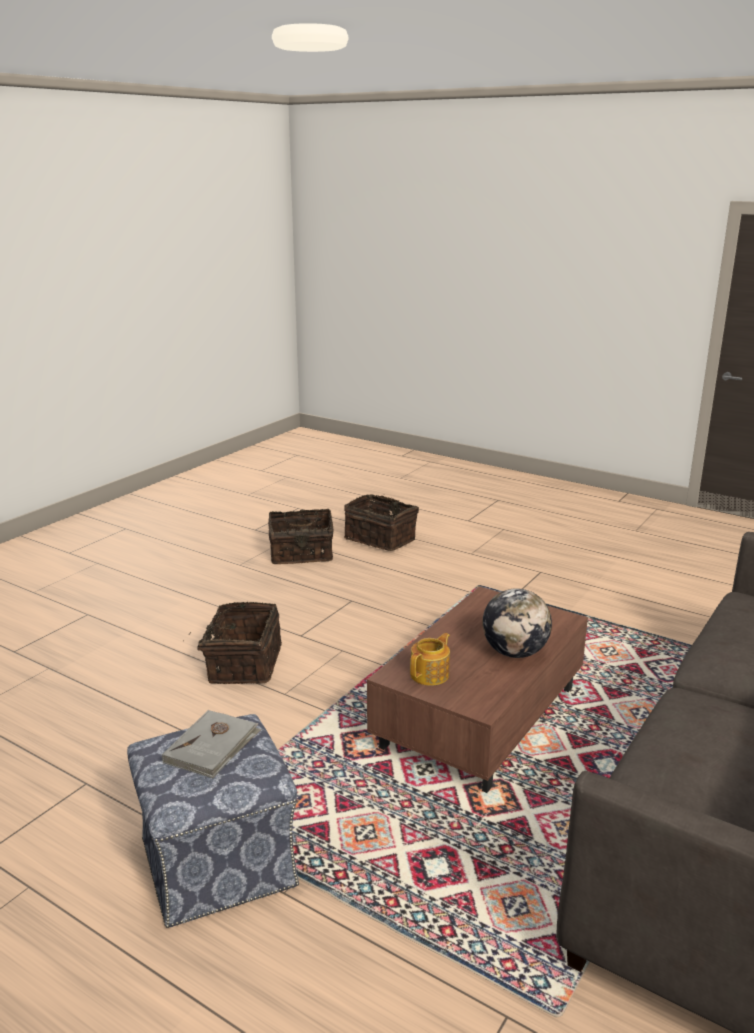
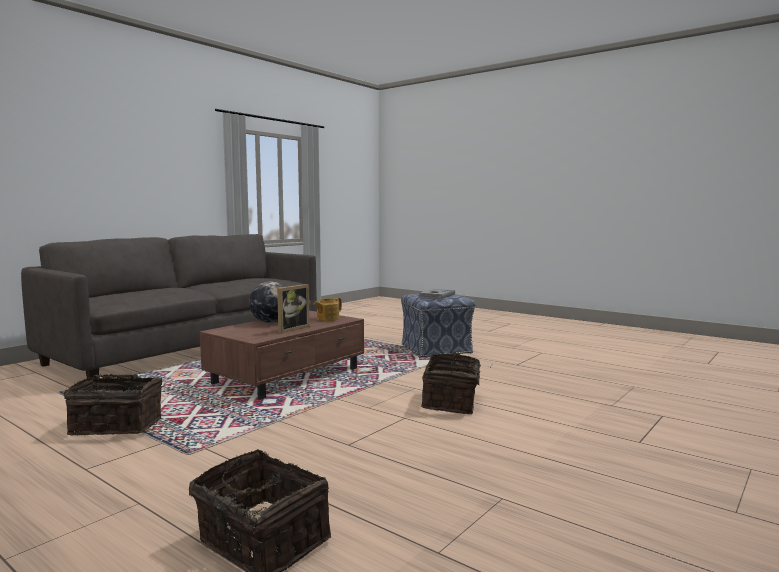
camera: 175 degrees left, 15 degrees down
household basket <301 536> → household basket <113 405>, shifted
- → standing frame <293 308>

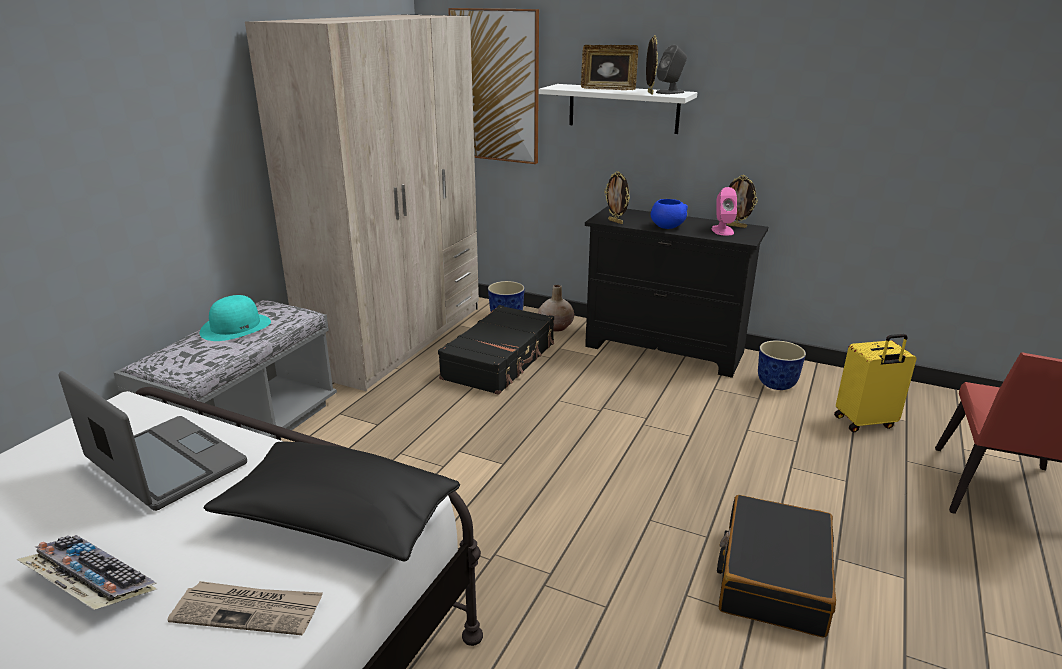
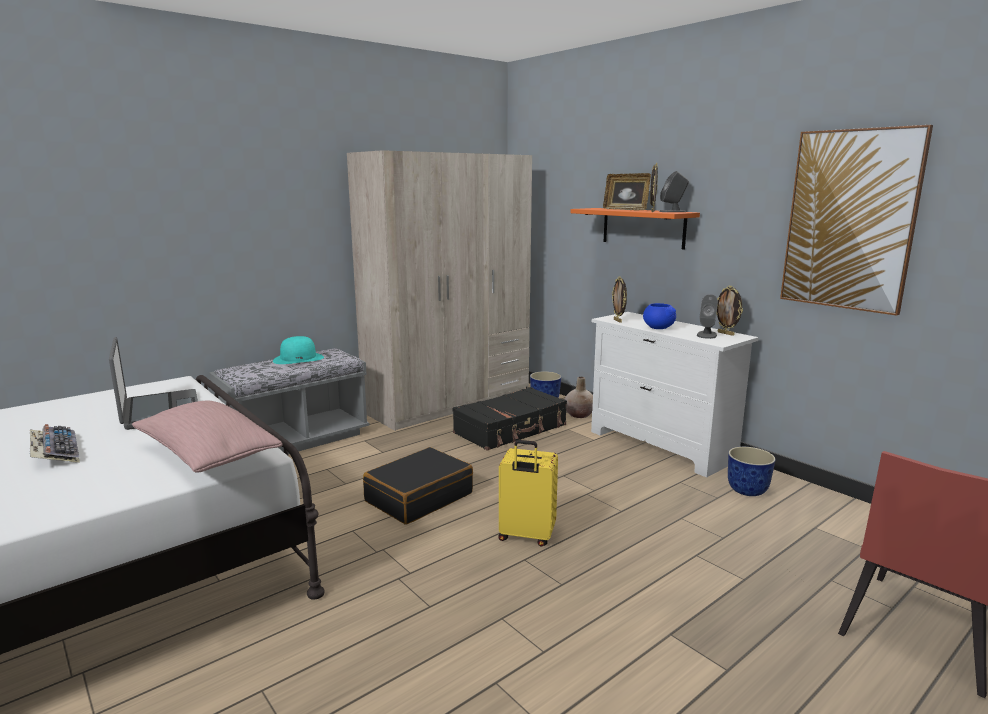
camera: 25 degrees right, 10 degrees down
daily paper <245 608> → -
black throw pillow <331 501> → pink-coloured throw pillow <207 437>
wall art <493 86> → wall art <856 220>, shifted
white-coloured shelf <618 109> → orange shelf <635 229>
black dresser <676 292> → white-coloured dresser <675 394>
pink-coloured speaker <724 211> → grey speaker <707 316>
black suitcase <776 566> → black suitcase <418 486>, shifted
yellow-coloured suitcase <875 383> → yellow-coloured suitcase <528 493>, shifted

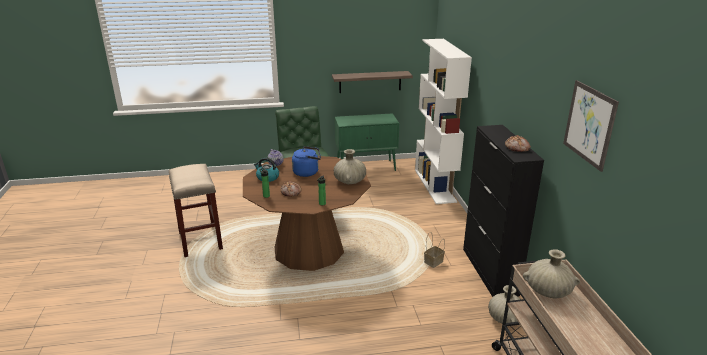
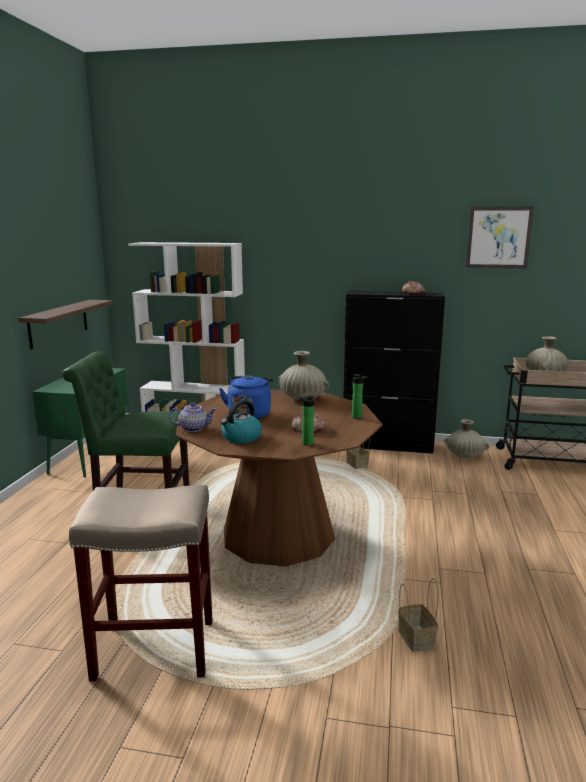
camera: 70 degrees left, 10 degrees down
- → household basket <418 614>

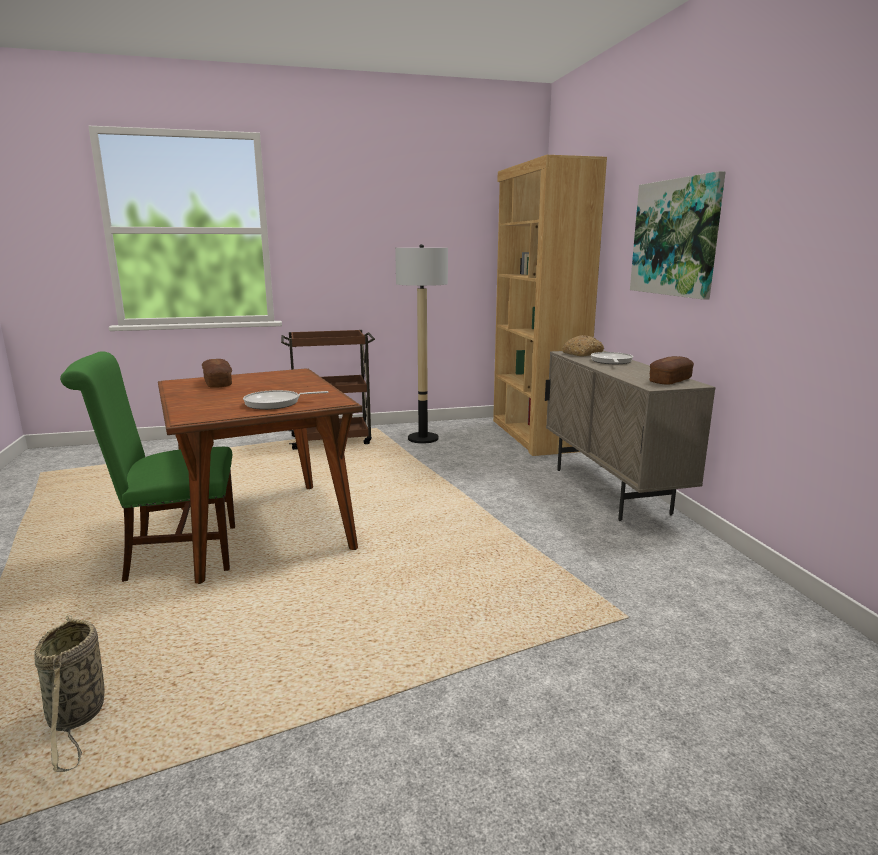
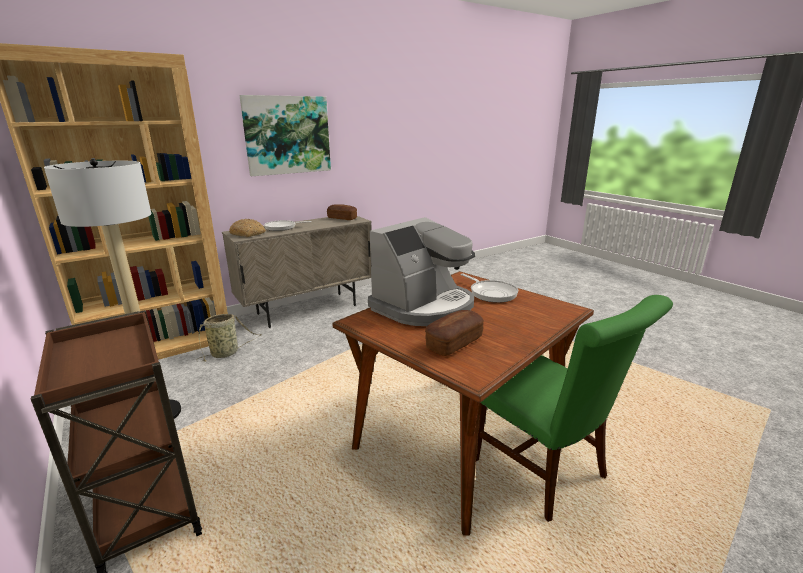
camera: 110 degrees left, 5 degrees up
household basket <69 694> → household basket <228 338>, shifted
- → coffee machine <421 271>

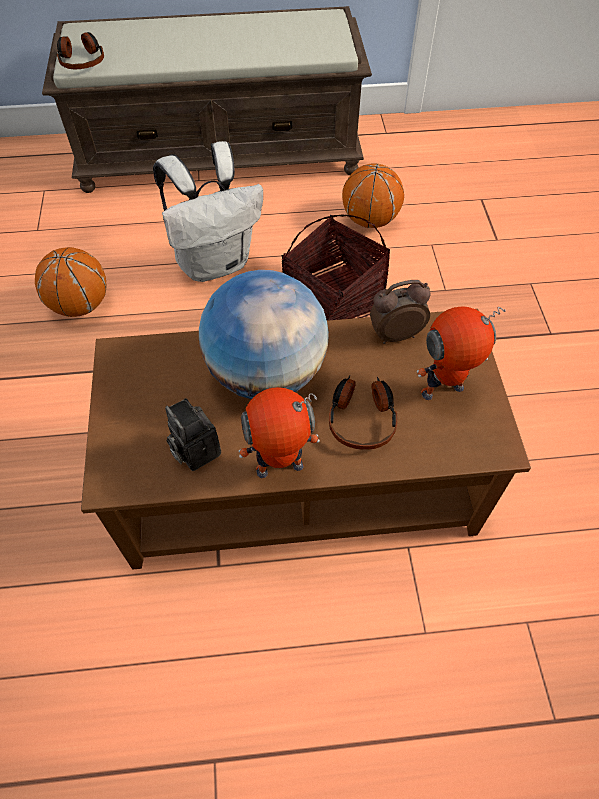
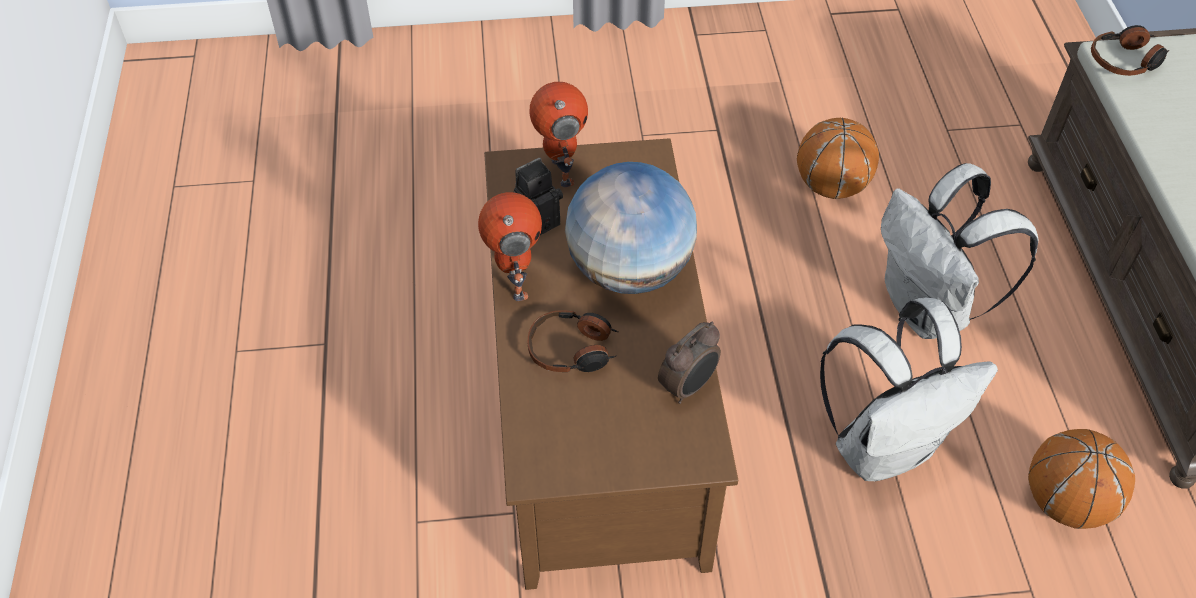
camera: 90 degrees right, 5 degrees down
household basket <335 267> → white-coloured backpack <909 389>
table clock <400 312> → table clock <689 363>, 60 degrees clockwise
model robot <461 353> → model robot <558 134>, shifted

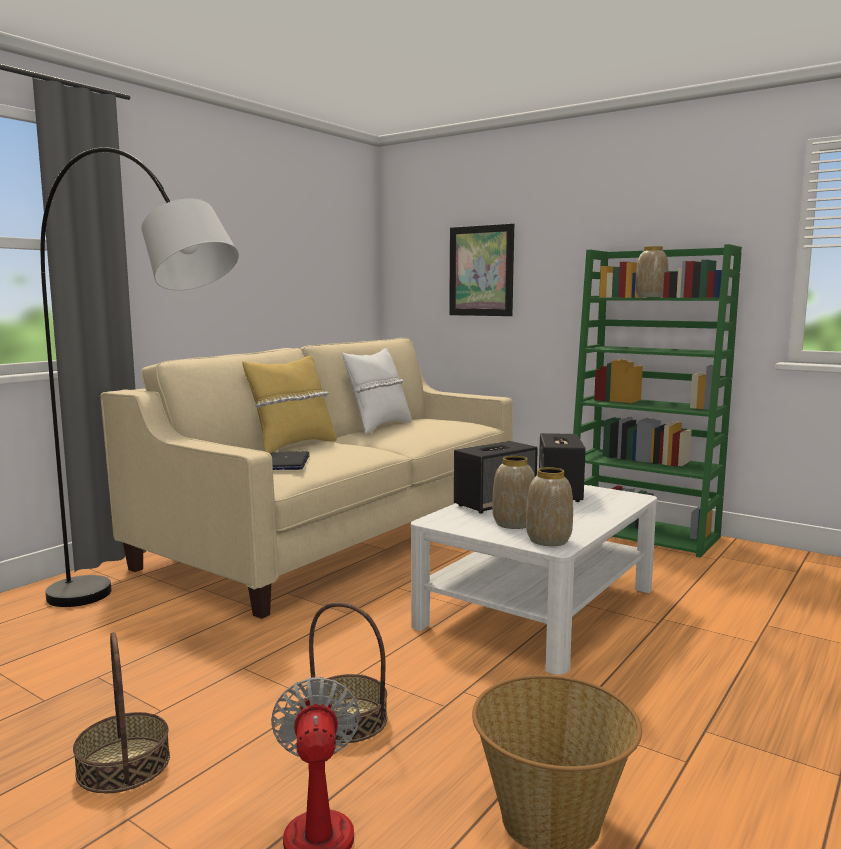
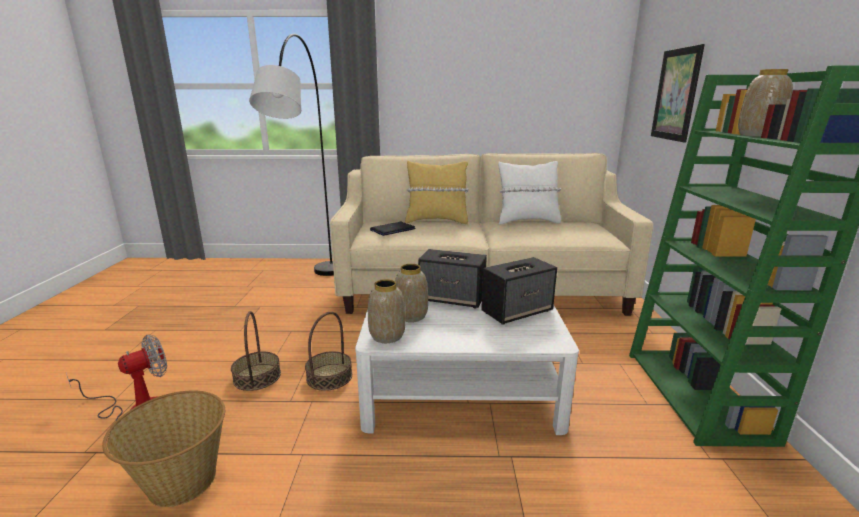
camera: 55 degrees right, 10 degrees up
household basket <121 712> → household basket <328 351>, shifted

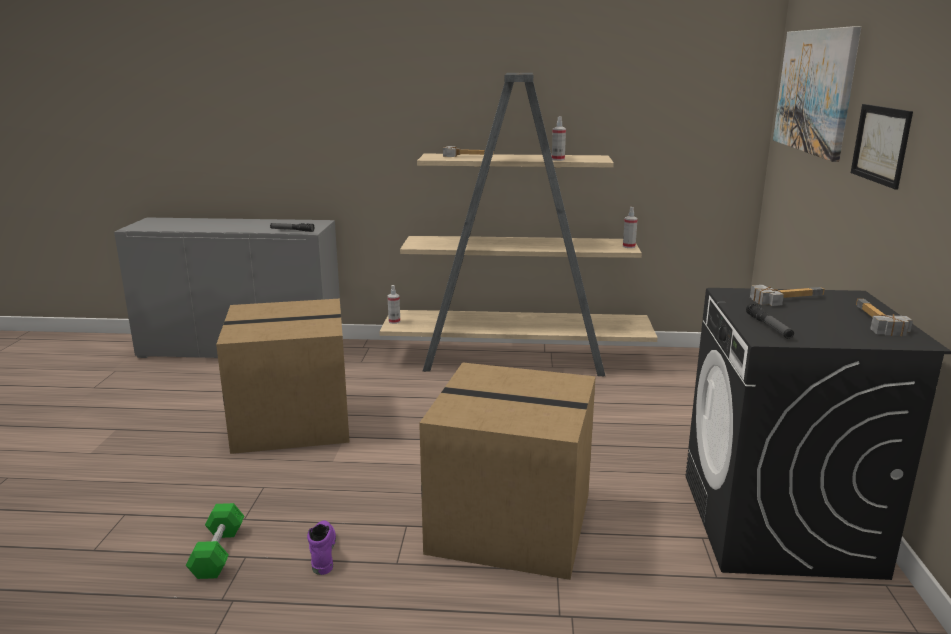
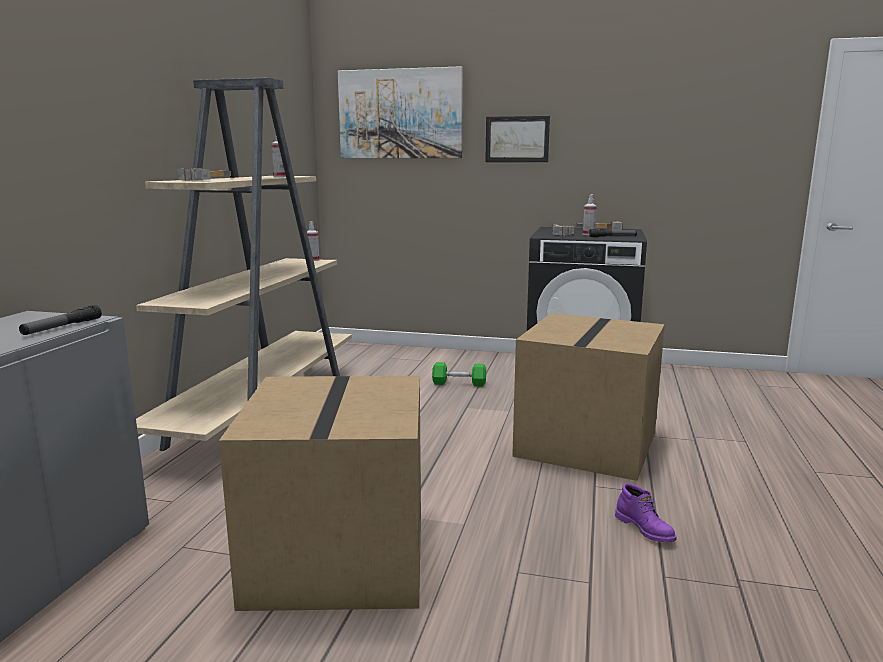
camera: 80 degrees left, 5 degrees down
greenish dumbbell <214 541> → greenish dumbbell <459 374>, shifted
purple-coloured tall boot <321 547> → purple-coloured tall boot <645 512>, 120 degrees counterclockwise
sprayer <393 304> → sprayer <590 214>, shifted

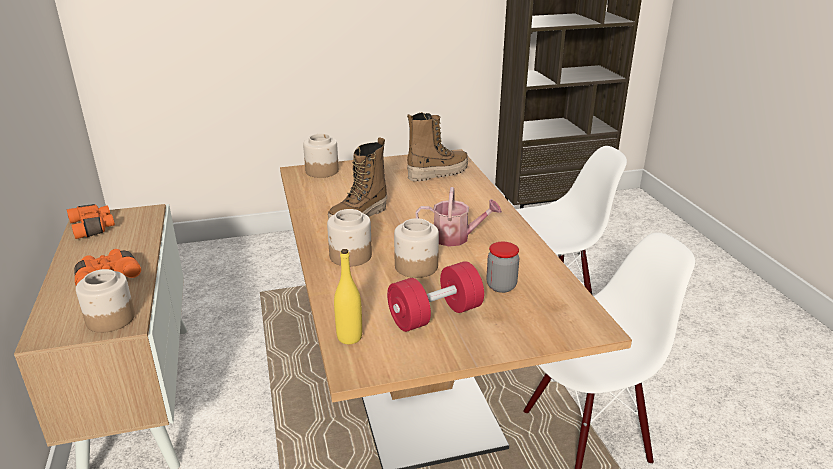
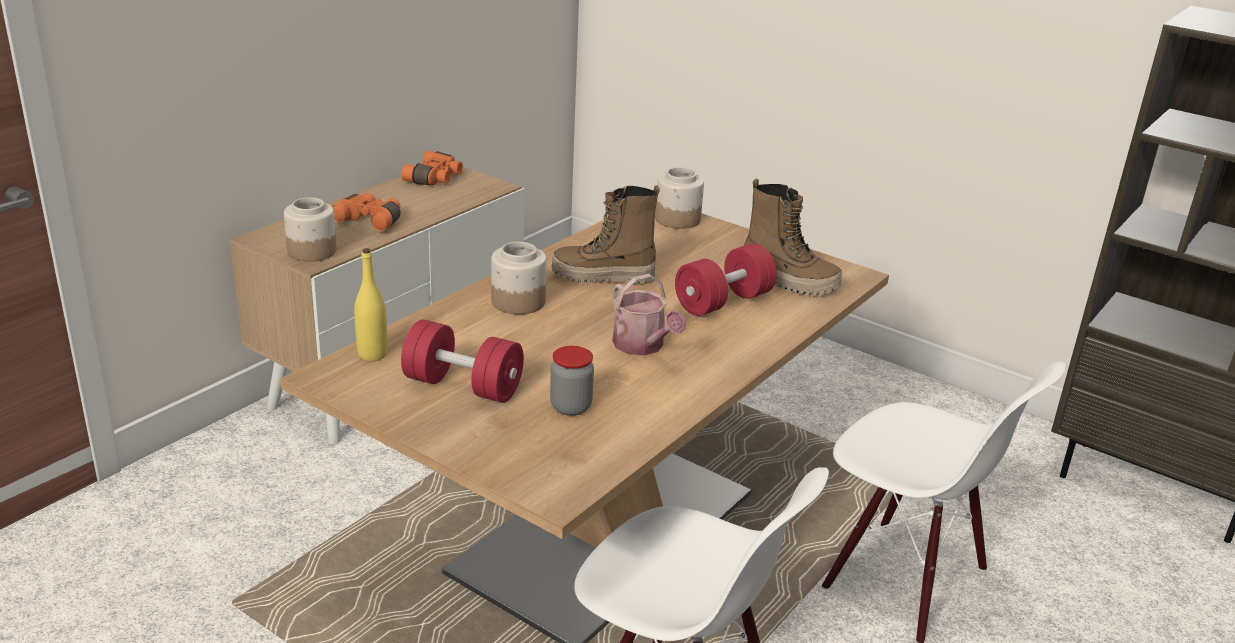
camera: 50 degrees right, 0 degrees up
storage jar <416 248> → -
- → red dumbbell <726 279>

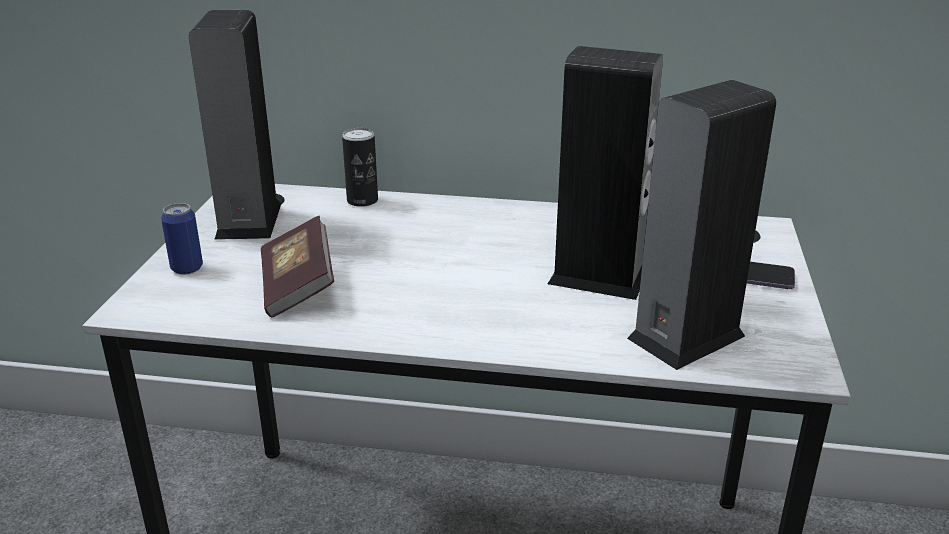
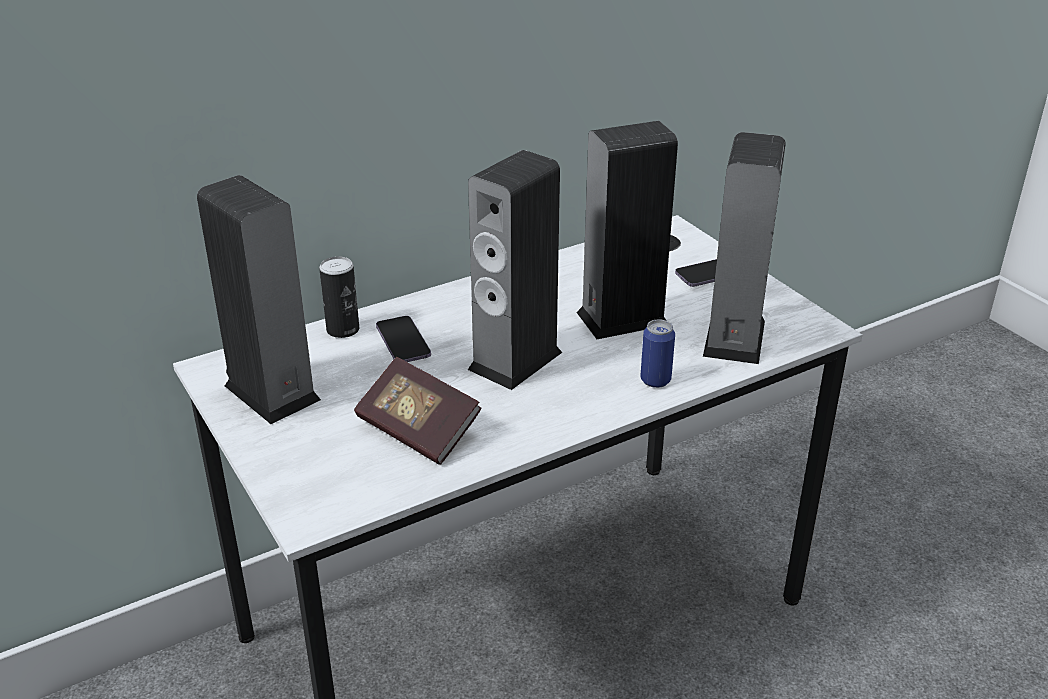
camera: 40 degrees left, 5 degrees up
can <182 239> → can <657 353>, shifted
- → handset <403 339>
- → speaker <515 270>

